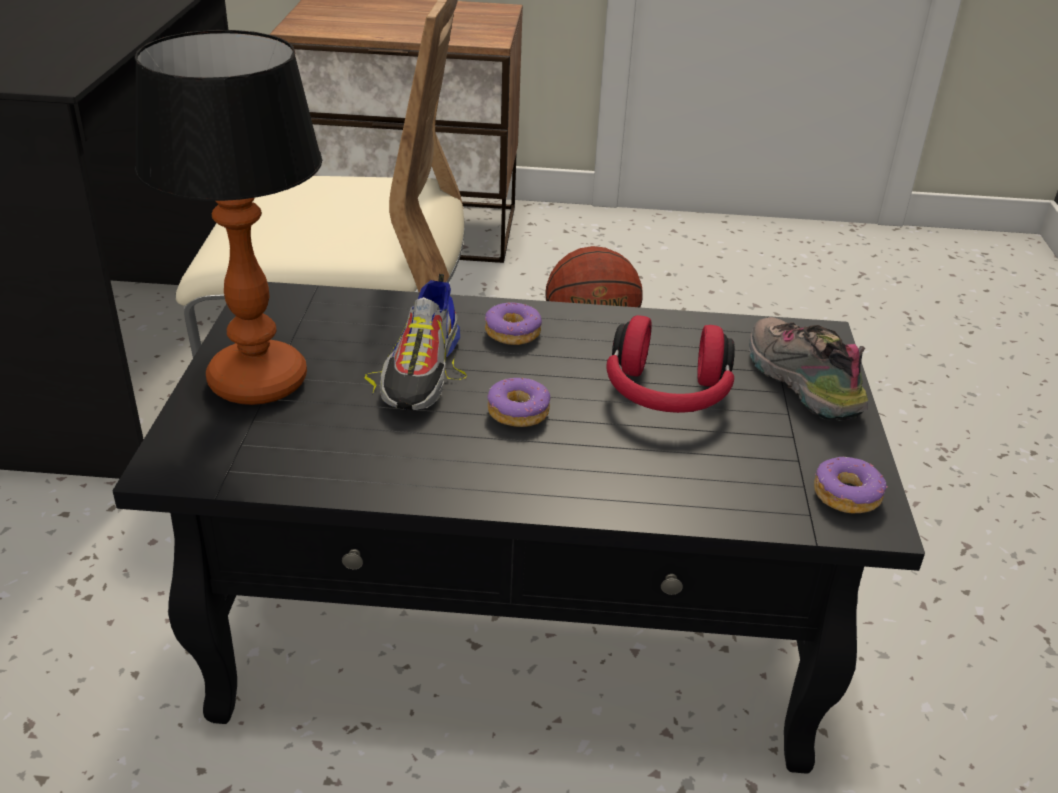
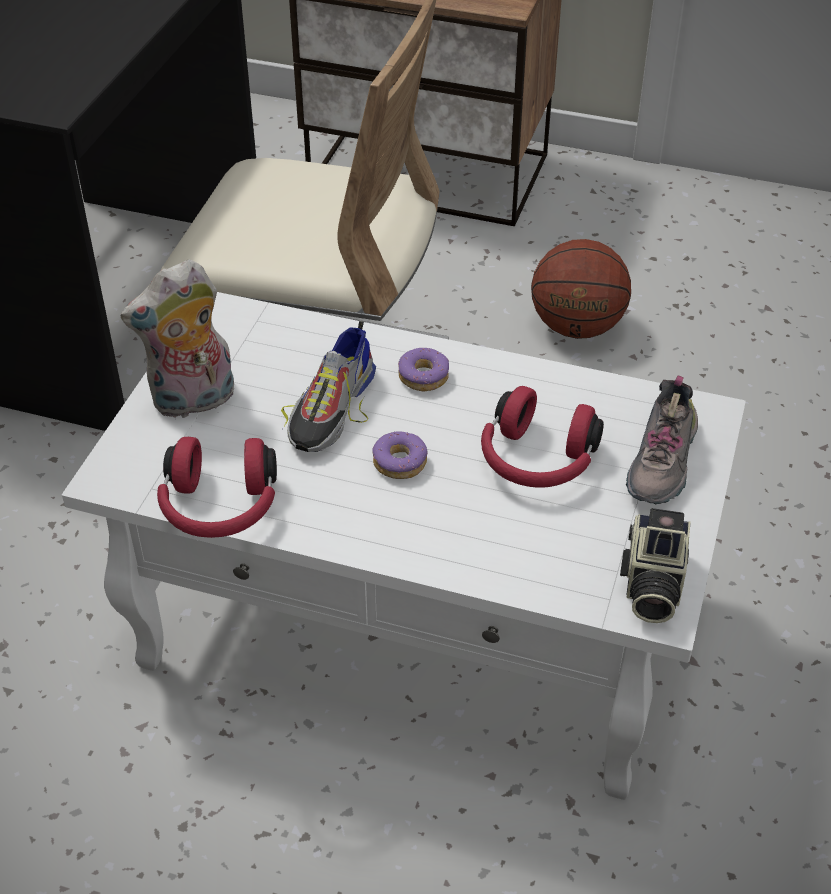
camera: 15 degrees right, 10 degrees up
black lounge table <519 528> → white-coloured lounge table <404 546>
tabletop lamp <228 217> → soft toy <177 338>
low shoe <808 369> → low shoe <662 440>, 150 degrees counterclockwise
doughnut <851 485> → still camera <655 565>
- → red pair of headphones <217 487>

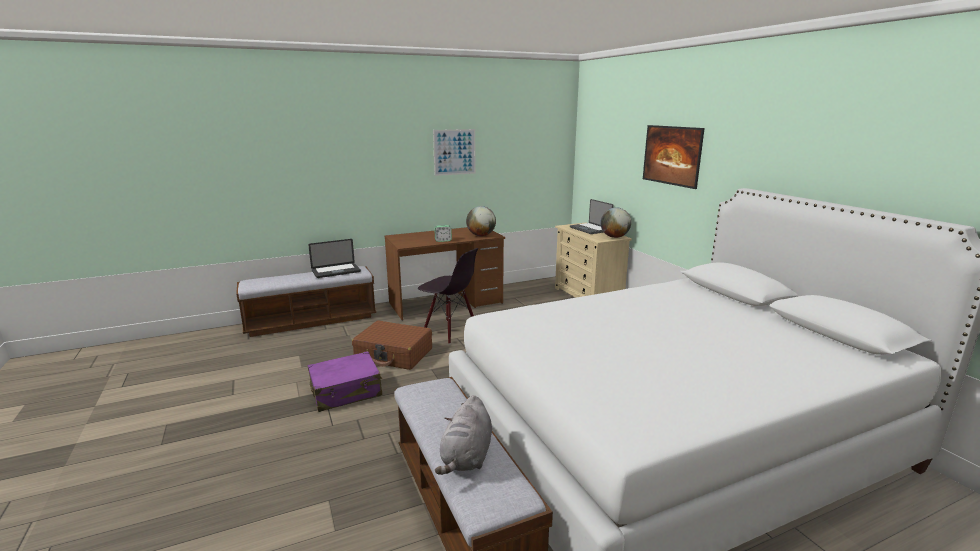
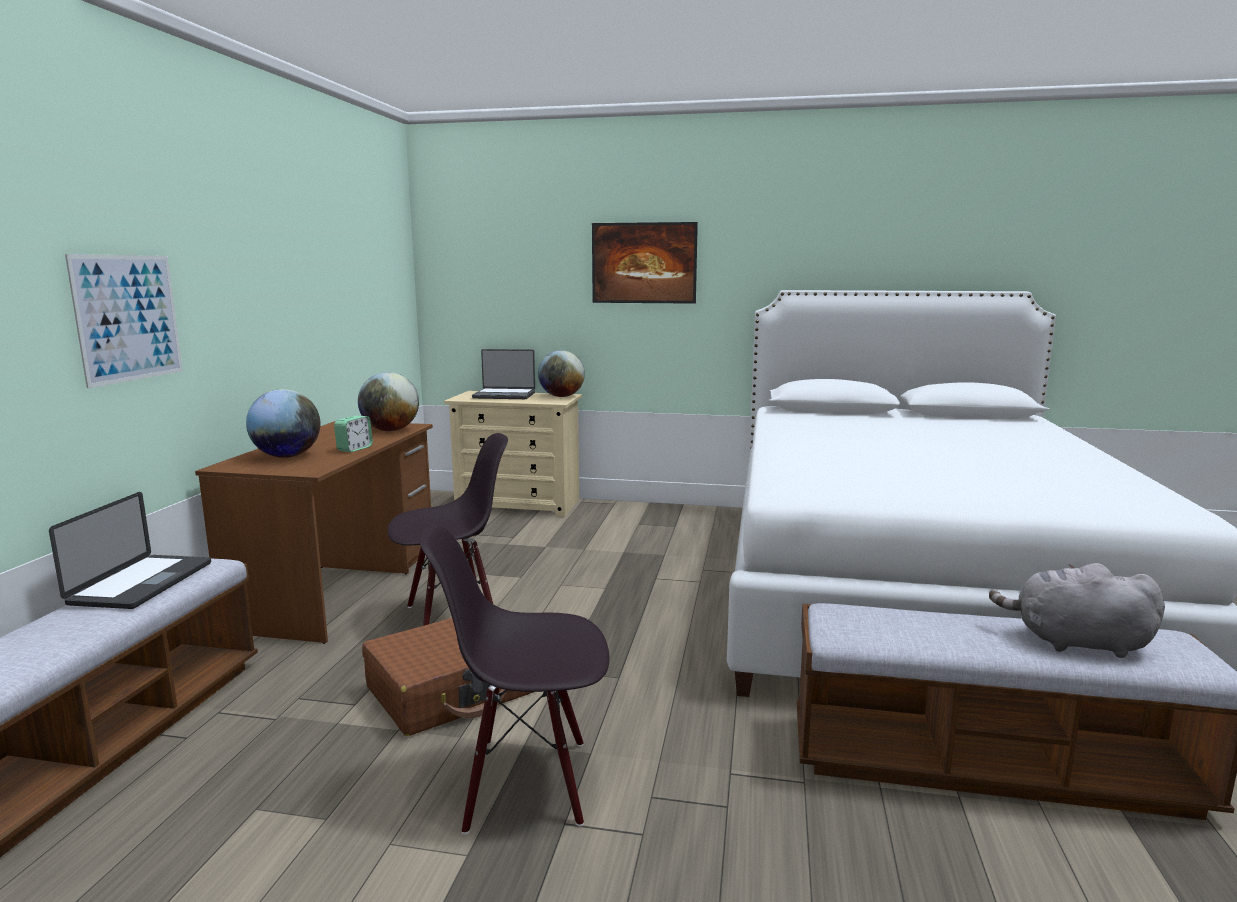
camera: 55 degrees left, 5 degrees down
purple-coloured suitcase <345 381> → black chair <514 679>
wall art <454 152> → wall art <124 321>, shifted
grey soft toy <463 435> → grey soft toy <1077 610>, 150 degrees clockwise
- → desk globe <283 423>

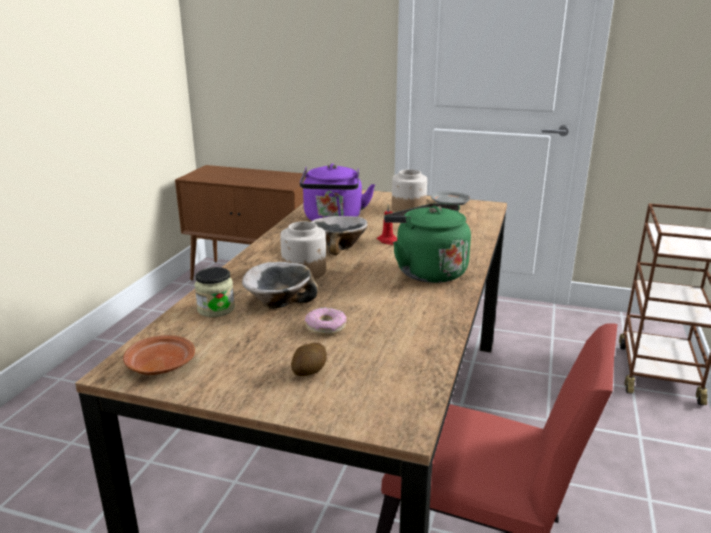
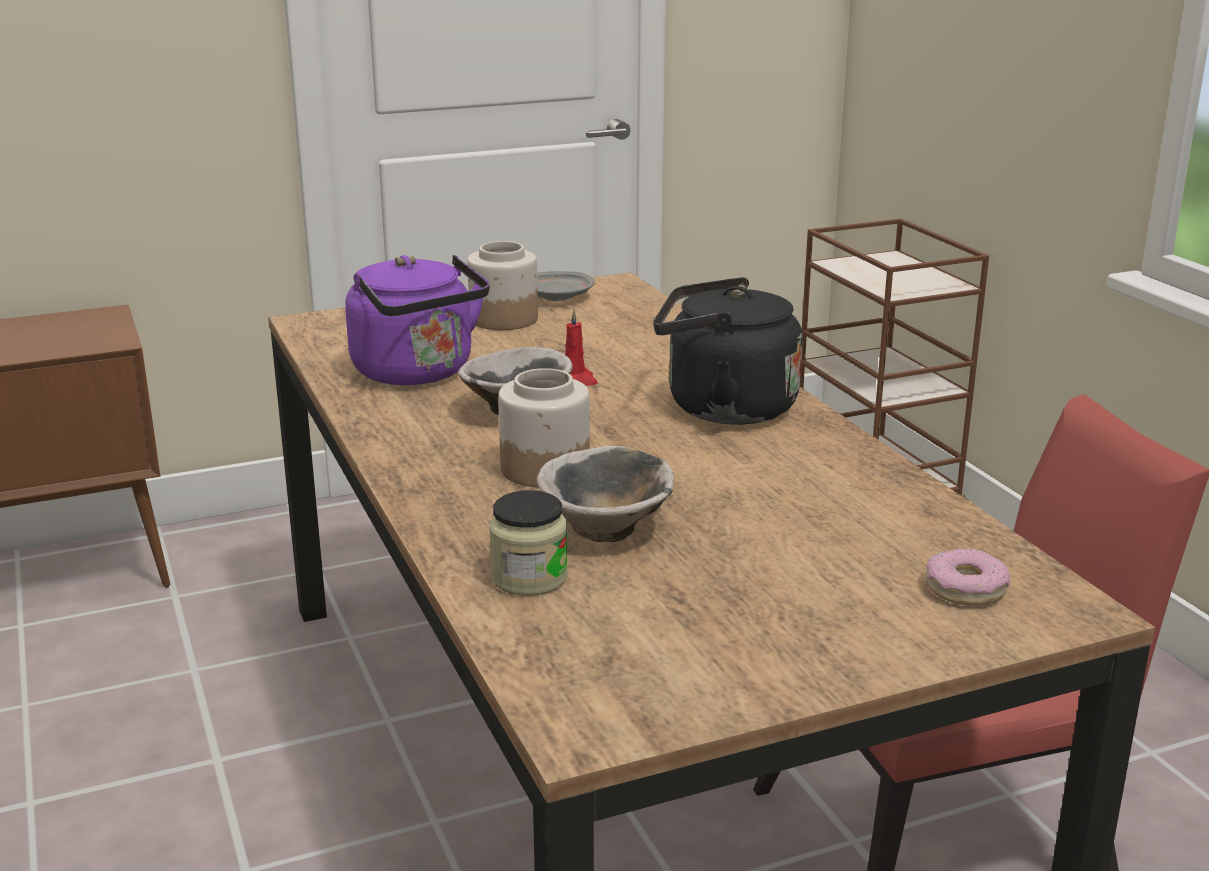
camera: 40 degrees left, 0 degrees up
brown flat dish <159 355> → -
potato <309 359> → -
doughnut <326 321> → doughnut <967 577>, shifted
greenish tea kettle <427 243> → black tea kettle <728 351>

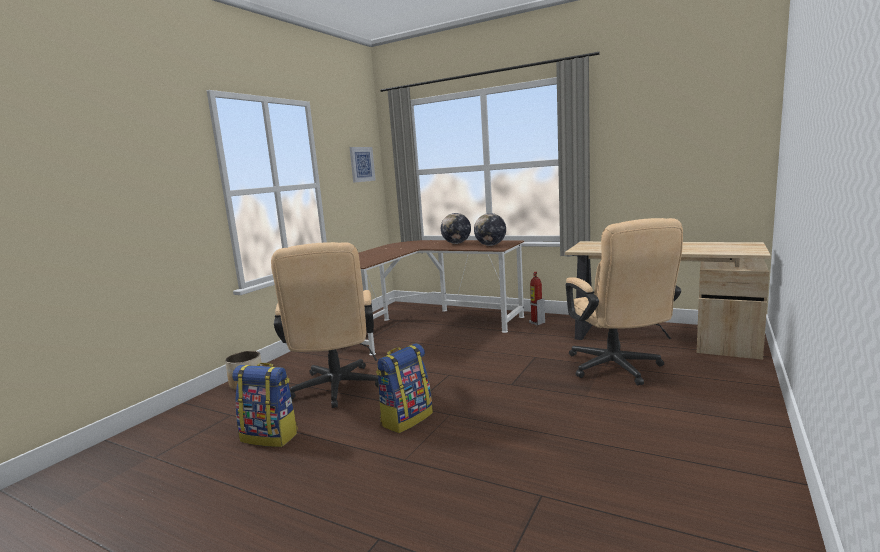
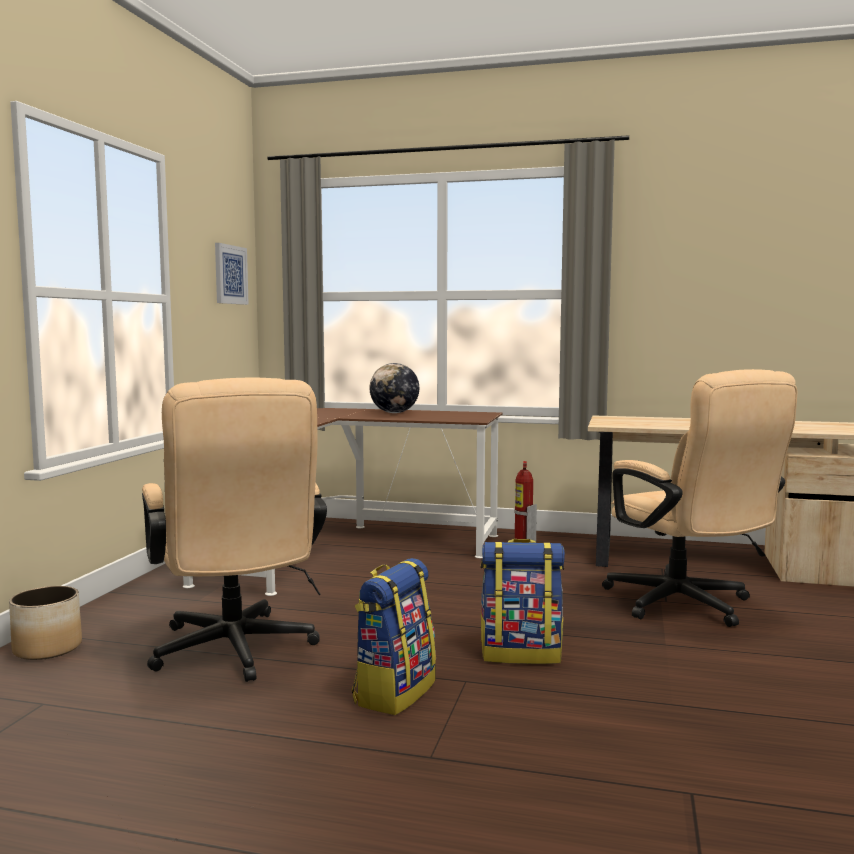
camera: 15 degrees left, 5 degrees down
backpack <265 405> → backpack <523 601>, shifted
desk globe <490 229> → -

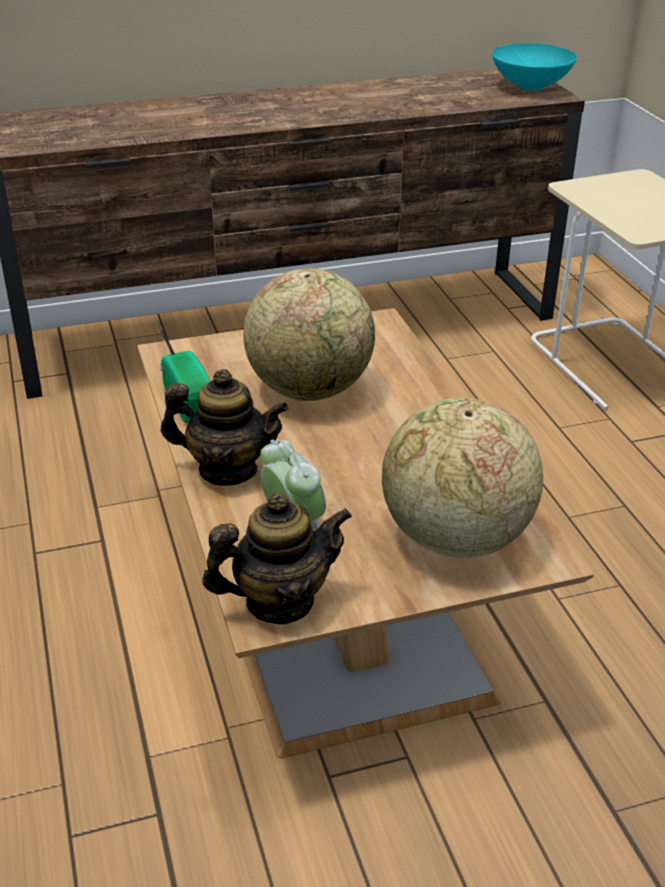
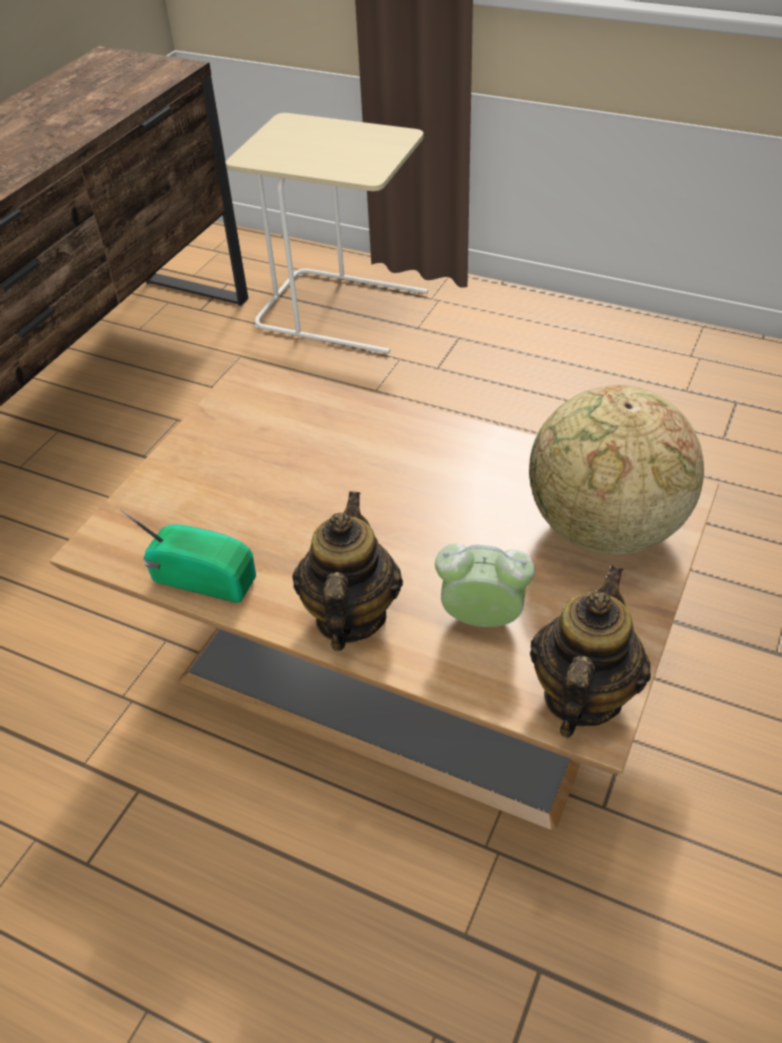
camera: 45 degrees left, 10 degrees up
teapot <225 427> → teapot <347 571>, 45 degrees counterclockwise
desk globe <309 334> → -
blue-green deep dish <534 67> → -

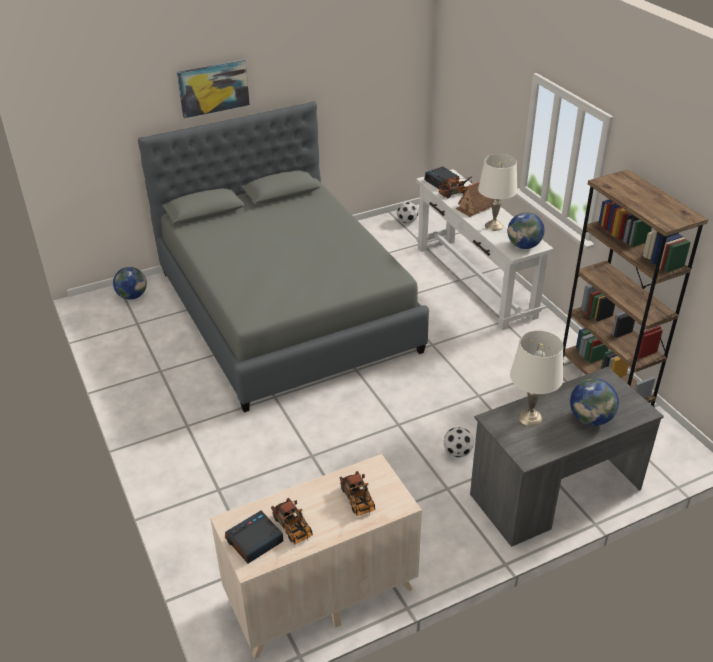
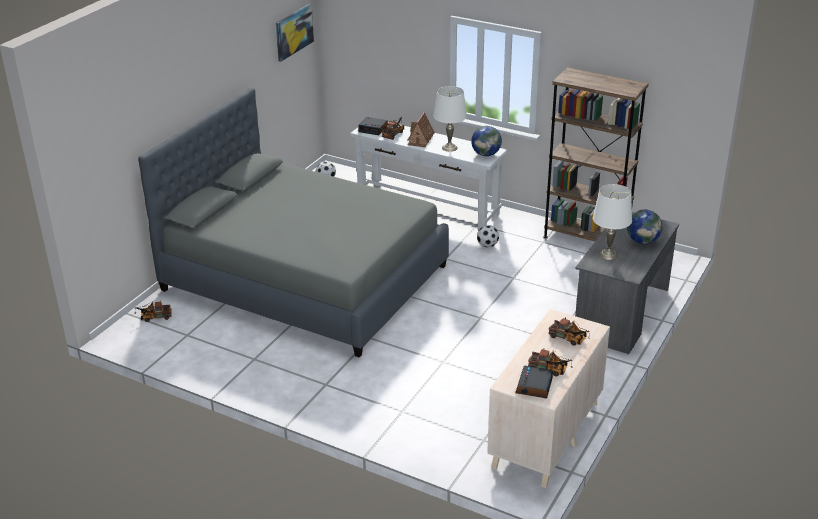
camera: 35 degrees left, 5 degrees down
desk globe <130 283> → model truck <153 311>
wall art <213 89> → wall art <295 33>, shifted
football ball <459 442> → football ball <488 236>, shifted

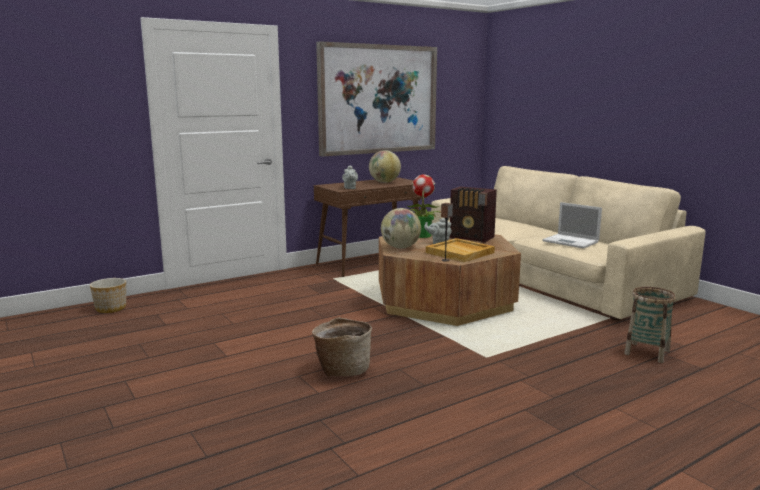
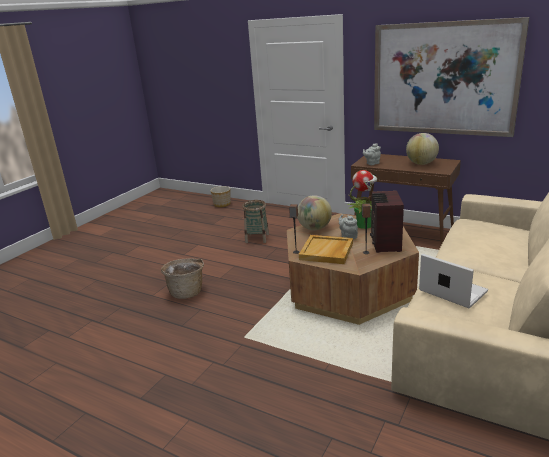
camera: 65 degrees right, 10 degrees up
notebook computer <572 225> → notebook computer <453 281>, 120 degrees clockwise
household basket <650 325> → household basket <255 221>, shifted

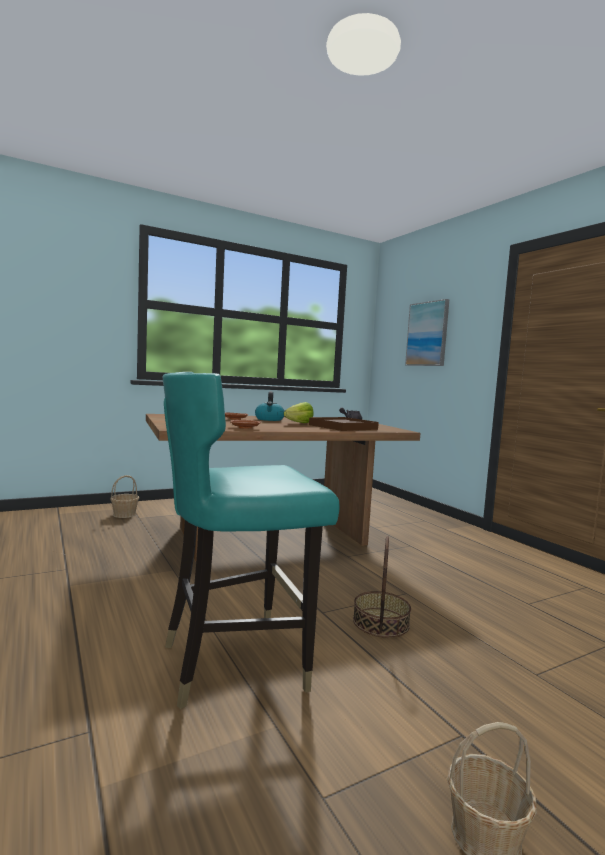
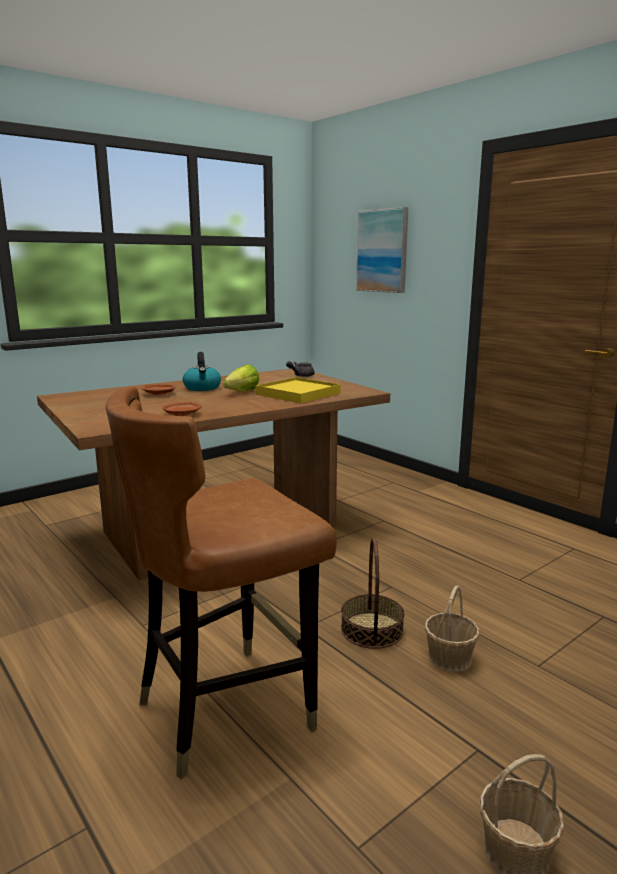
camera: 10 degrees left, 10 degrees up
household basket <124 496> → household basket <452 628>, shifted
blue-green chair <251 540> → brown chair <221 583>
brown serving tray <344 424> → yellow-coloured serving tray <298 390>

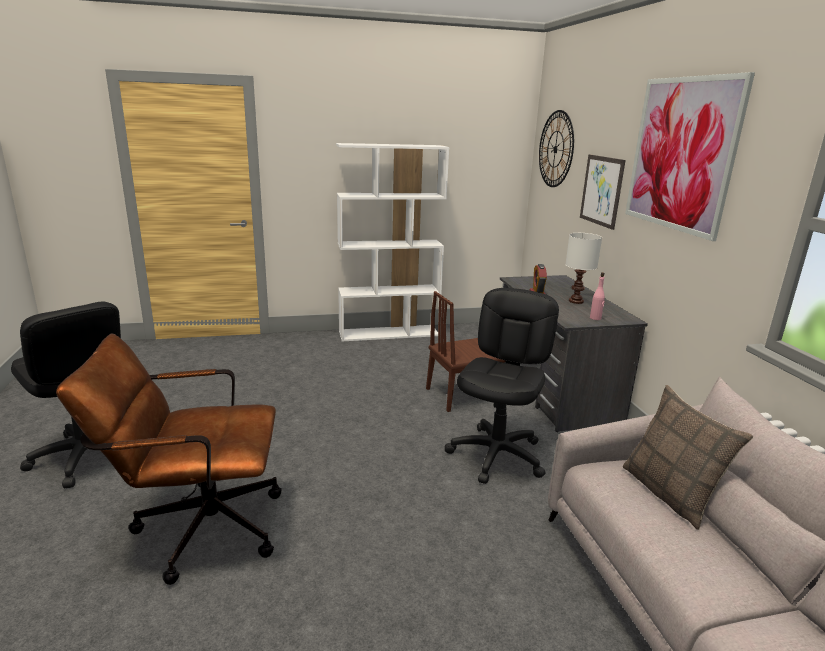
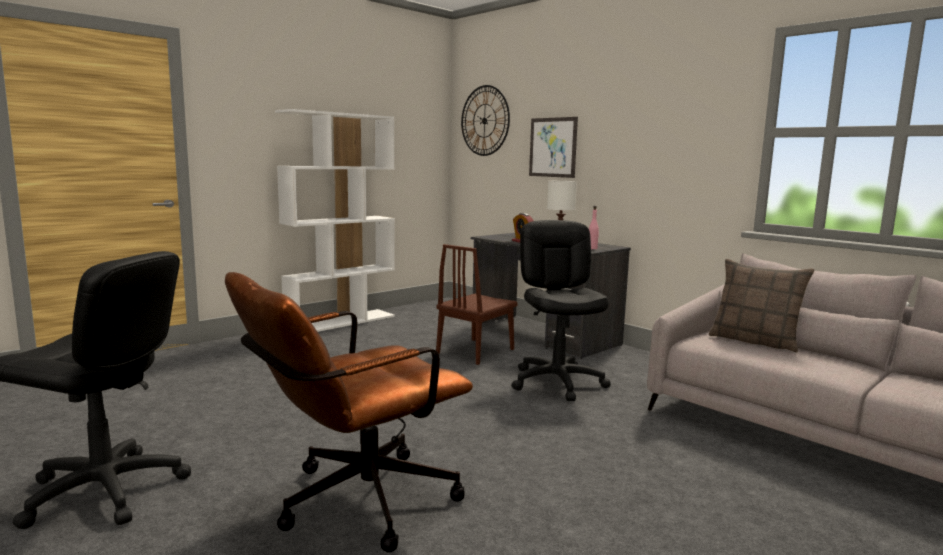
camera: 30 degrees left, 10 degrees down
wall art <690 156> → -

